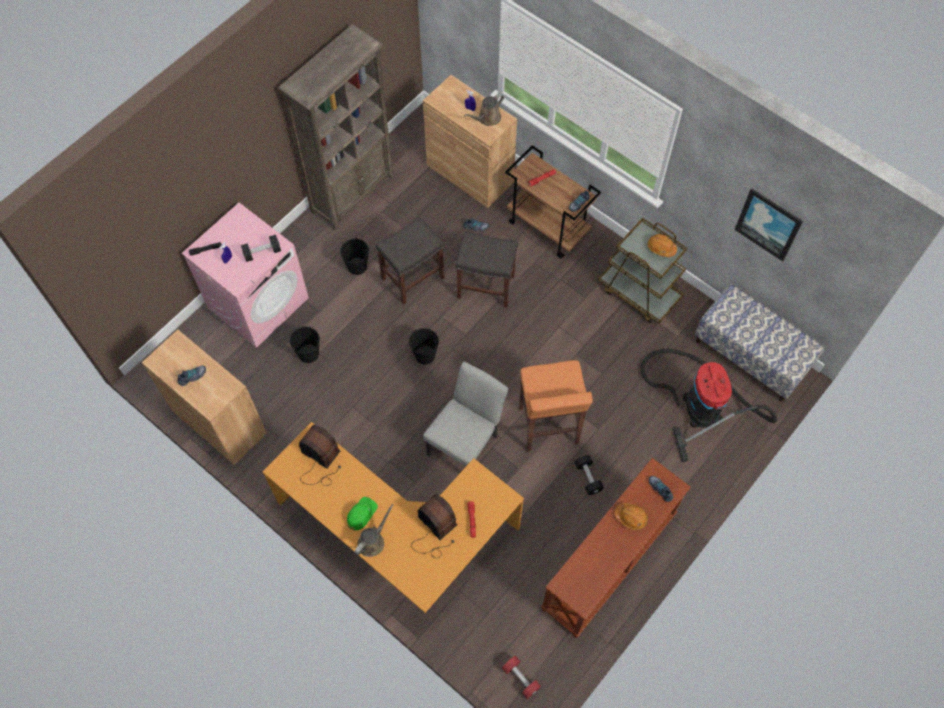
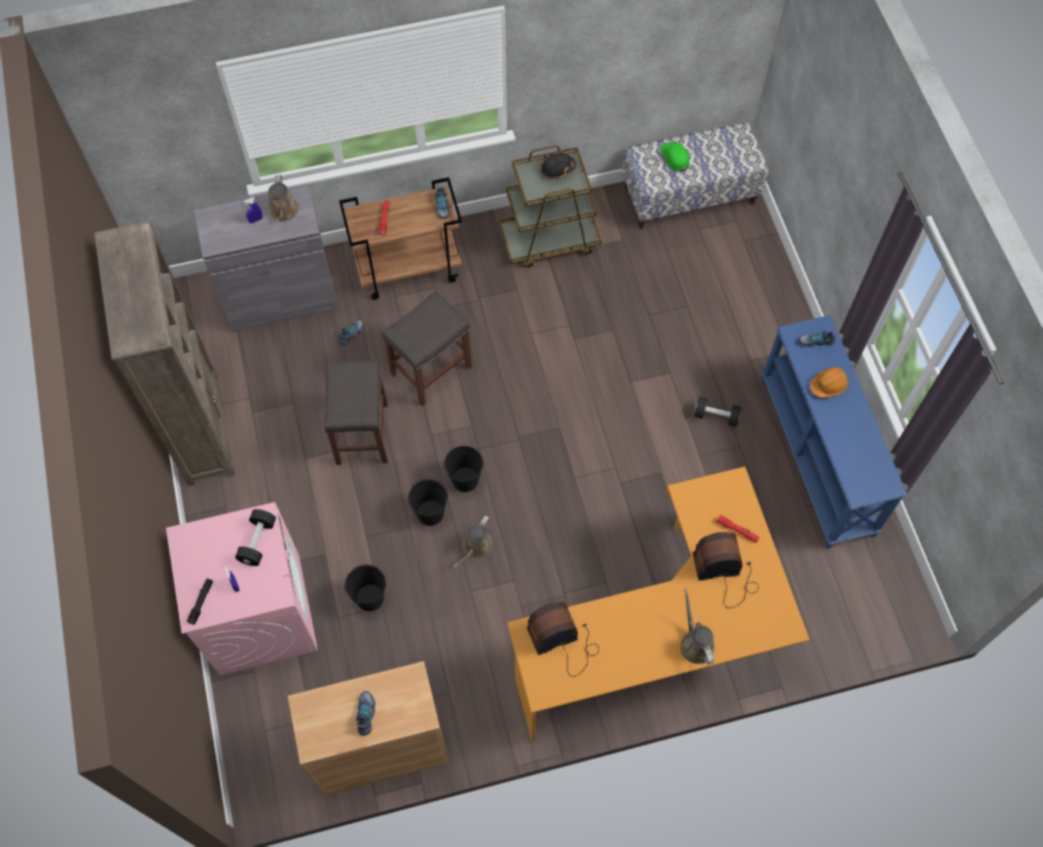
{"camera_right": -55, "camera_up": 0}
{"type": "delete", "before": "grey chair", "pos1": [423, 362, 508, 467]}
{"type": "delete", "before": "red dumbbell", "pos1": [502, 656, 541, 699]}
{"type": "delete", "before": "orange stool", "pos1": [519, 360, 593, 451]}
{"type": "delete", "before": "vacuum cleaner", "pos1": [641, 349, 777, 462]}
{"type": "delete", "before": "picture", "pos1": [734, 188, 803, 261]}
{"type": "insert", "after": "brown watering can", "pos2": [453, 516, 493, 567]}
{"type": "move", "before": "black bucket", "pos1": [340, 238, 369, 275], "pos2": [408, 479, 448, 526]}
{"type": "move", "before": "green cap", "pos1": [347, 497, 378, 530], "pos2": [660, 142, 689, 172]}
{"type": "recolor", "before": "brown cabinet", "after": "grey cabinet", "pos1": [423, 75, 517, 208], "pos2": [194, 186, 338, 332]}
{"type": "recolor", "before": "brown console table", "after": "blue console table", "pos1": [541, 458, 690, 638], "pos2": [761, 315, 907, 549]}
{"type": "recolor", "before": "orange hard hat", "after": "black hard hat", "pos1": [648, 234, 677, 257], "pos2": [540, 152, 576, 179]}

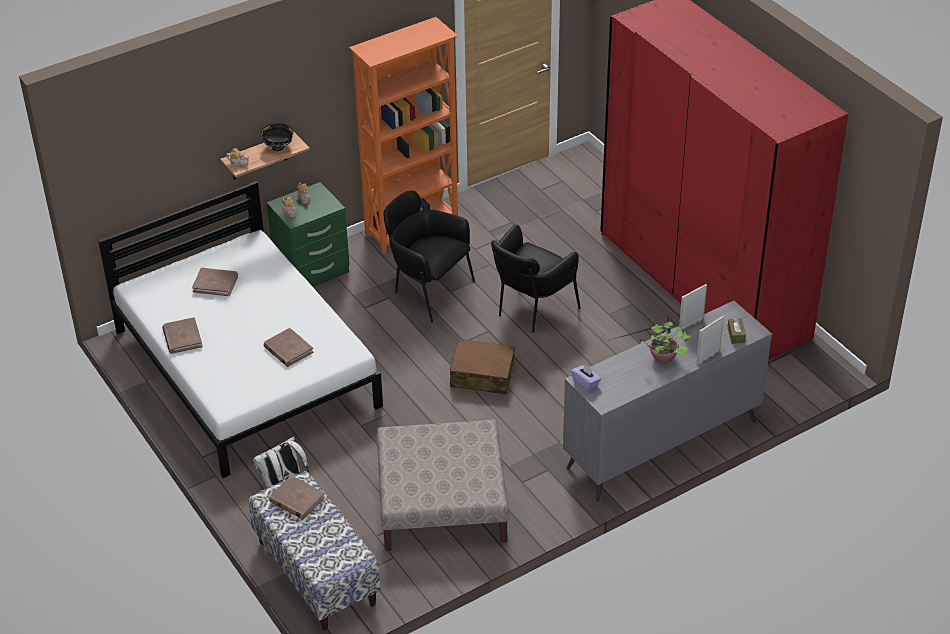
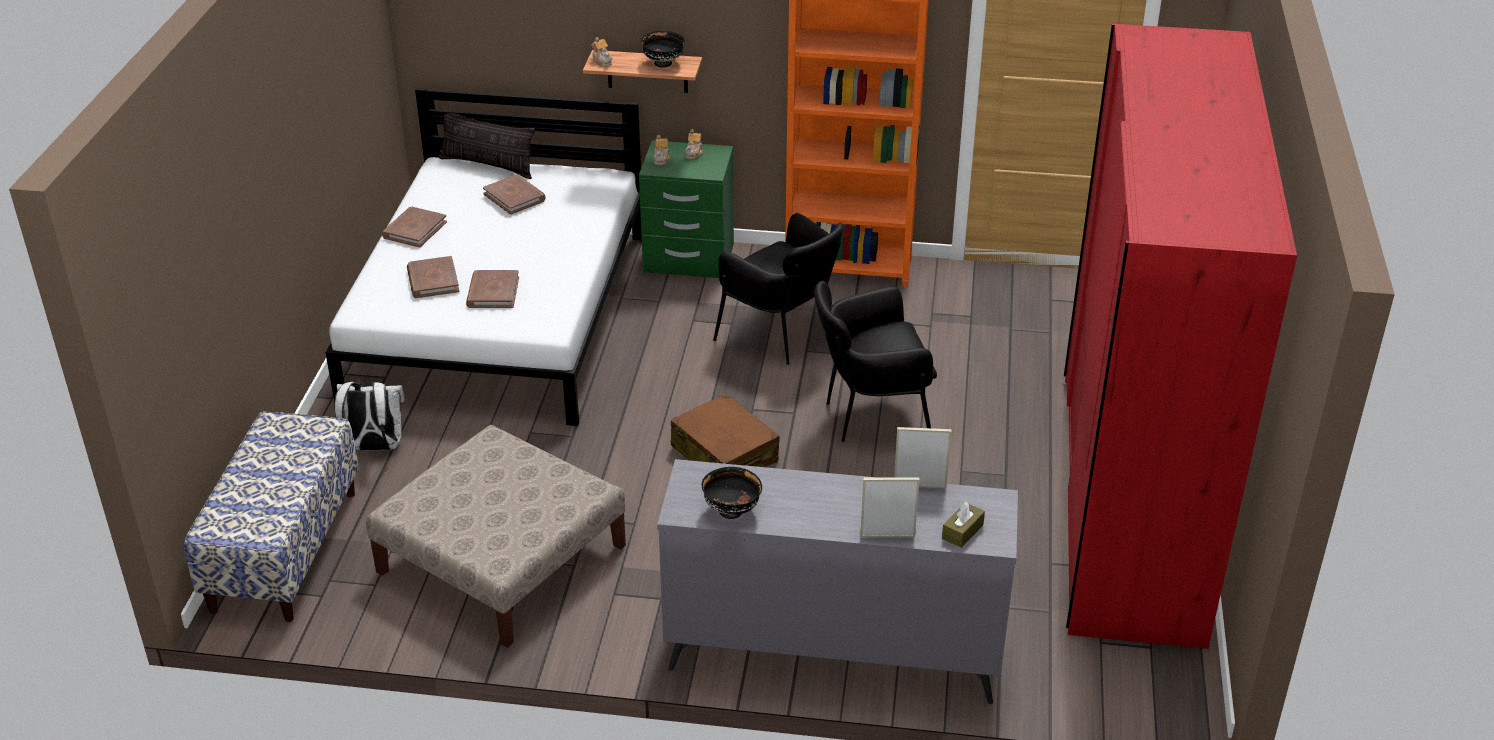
{"camera_right": 40, "camera_up": -5}
{"type": "delete", "before": "purple tissue box", "pos1": [571, 364, 601, 391]}
{"type": "delete", "before": "potted plant", "pos1": [611, 316, 691, 363]}
{"type": "insert", "after": "pillow", "pos2": [439, 109, 535, 179]}
{"type": "insert", "after": "black bowl", "pos2": [702, 467, 762, 519]}
{"type": "move", "before": "brown book", "pos1": [269, 475, 325, 519], "pos2": [407, 256, 459, 298]}
{"type": "rotate", "before": "black armchair", "pos1": [384, 191, 475, 323], "pos2": [713, 213, 843, 365], "turn": 150}

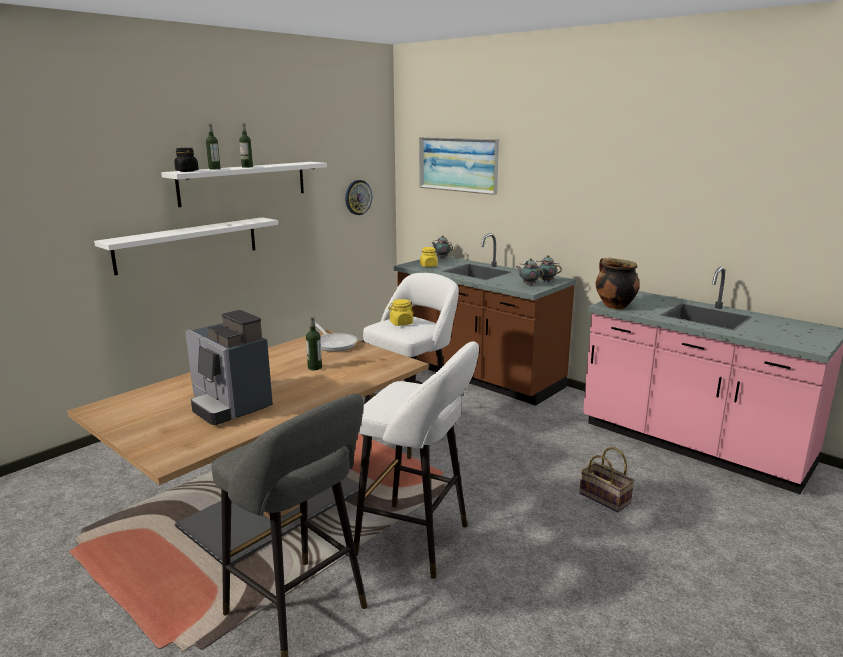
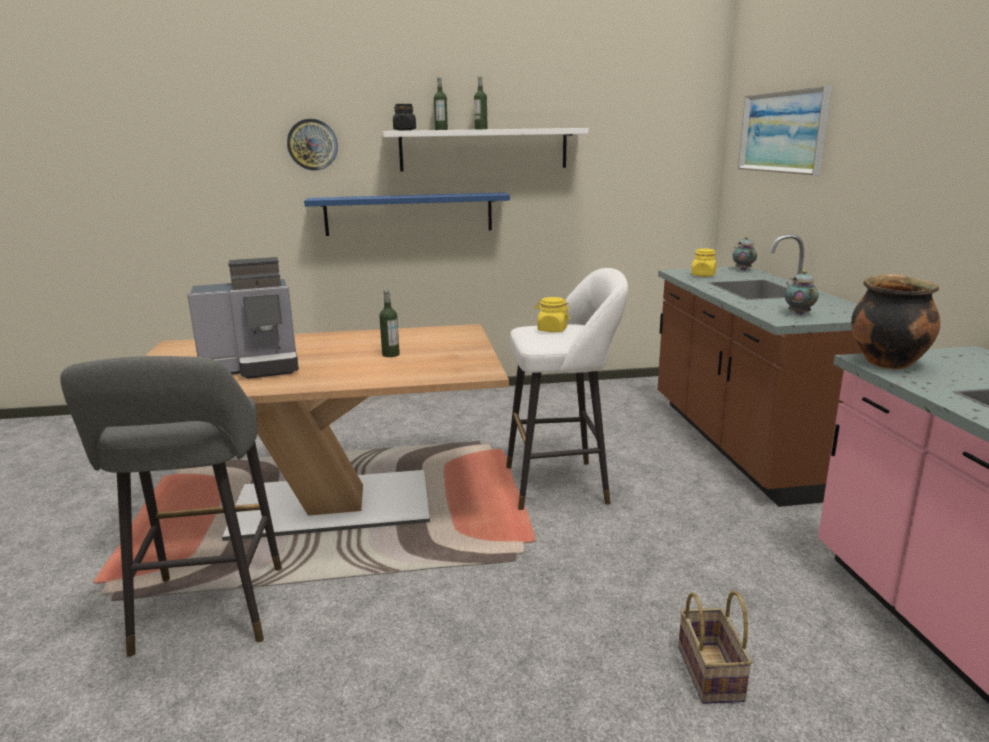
{"camera_right": 40, "camera_up": 0}
{"type": "delete", "before": "frying pan", "pos1": [315, 323, 357, 352]}
{"type": "delete", "before": "white stool", "pos1": [354, 341, 479, 579]}
{"type": "delete", "before": "teapot", "pos1": [536, 255, 562, 282]}
{"type": "move", "before": "wall clock", "pos1": [345, 180, 372, 215], "pos2": [287, 119, 338, 170]}
{"type": "recolor", "before": "white shelf", "after": "blue shelf", "pos1": [94, 217, 279, 275], "pos2": [304, 192, 510, 236]}
{"type": "rotate", "before": "coffee machine", "pos1": [185, 310, 273, 425], "pos2": [187, 257, 299, 379], "turn": -105}

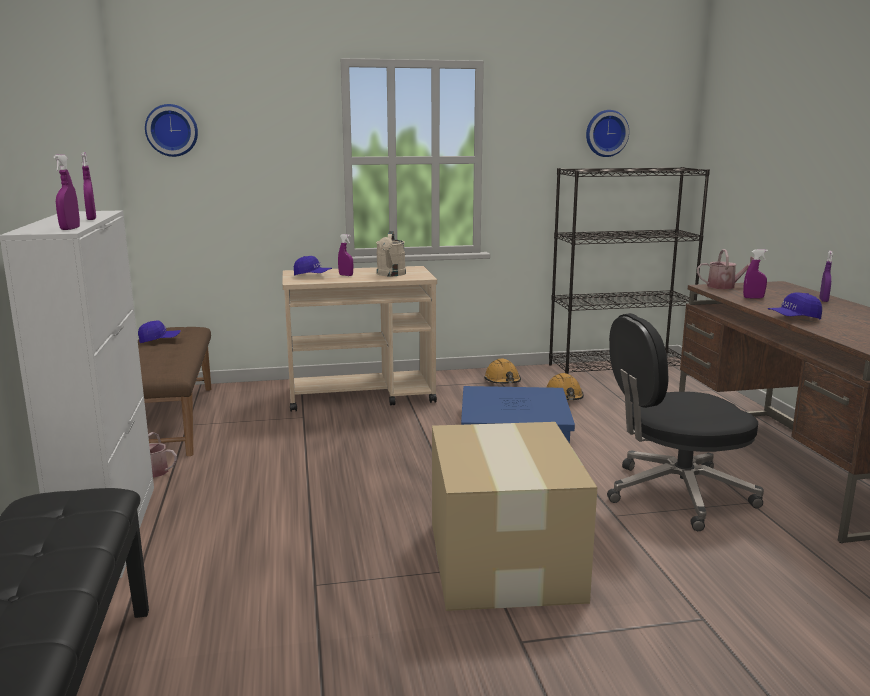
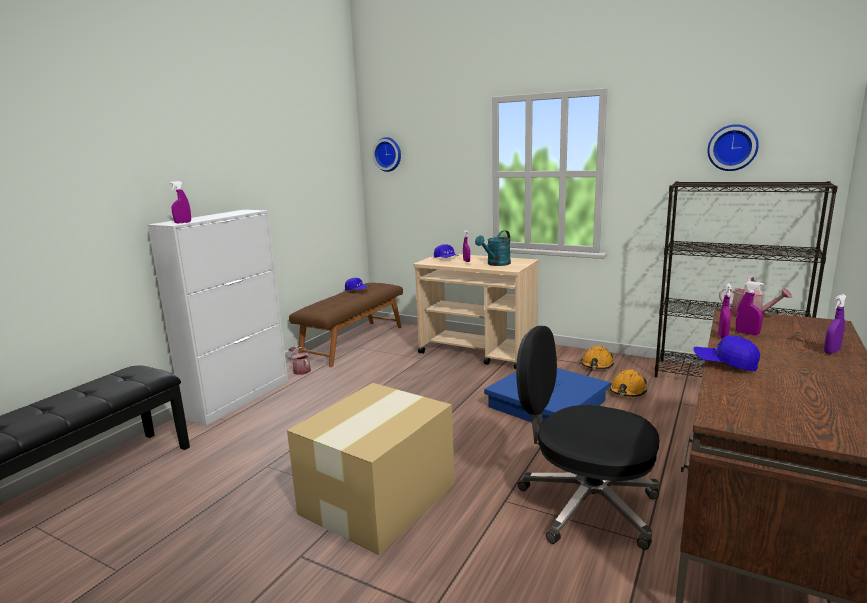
{"camera_right": 40, "camera_up": 0}
{"type": "move", "before": "purple spray bottle", "pos1": [81, 152, 96, 220], "pos2": [718, 284, 732, 339]}
{"type": "recolor", "before": "beige watering can", "after": "turquoise watering can", "pos1": [376, 231, 406, 276], "pos2": [475, 230, 511, 266]}

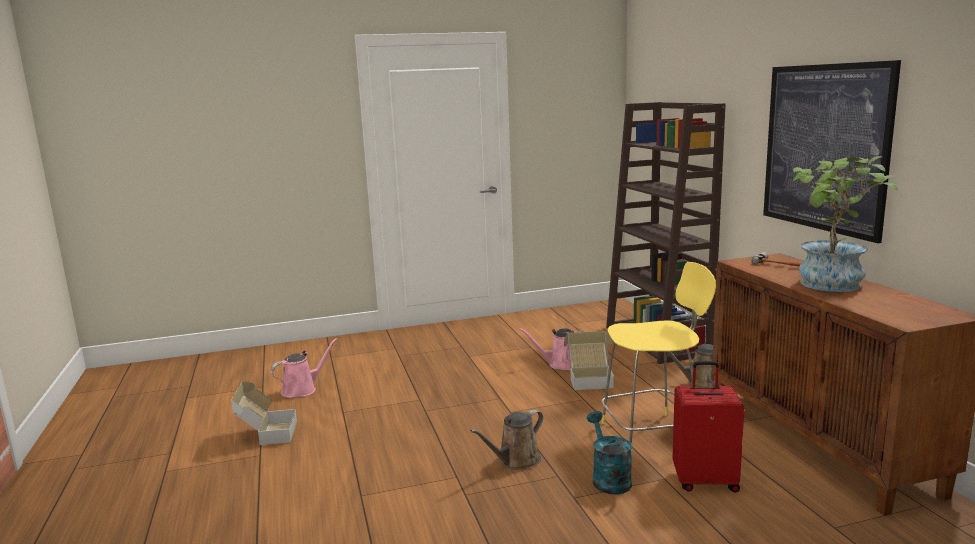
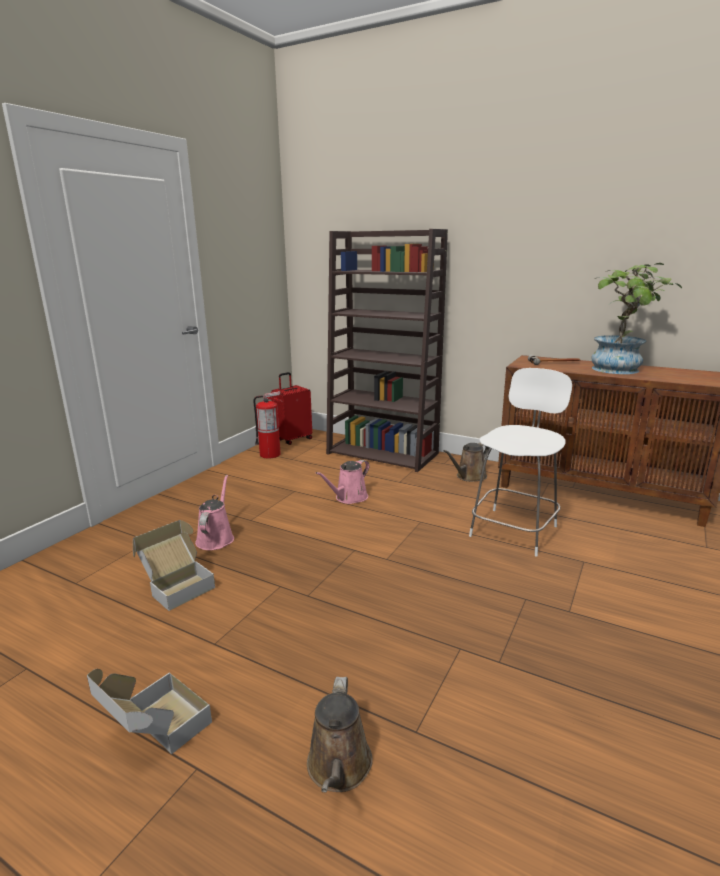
{"camera_right": -45, "camera_up": 5}
{"type": "delete", "before": "turquoise watering can", "pos1": [587, 411, 632, 495]}
{"type": "delete", "before": "picture", "pos1": [763, 60, 901, 243]}
{"type": "insert", "after": "fire extinguisher", "pos2": [253, 391, 283, 459]}
{"type": "move", "before": "pink watering can", "pos1": [270, 338, 338, 398], "pos2": [195, 475, 234, 550]}
{"type": "move", "before": "brown watering can", "pos1": [470, 409, 543, 470], "pos2": [307, 677, 373, 793]}
{"type": "move", "before": "cardboard box", "pos1": [564, 331, 614, 390], "pos2": [133, 520, 215, 611]}
{"type": "move", "before": "red suitcase", "pos1": [672, 361, 744, 492], "pos2": [271, 372, 312, 445]}
{"type": "recolor", "before": "yellow stool", "after": "white stool", "pos1": [601, 262, 716, 452], "pos2": [469, 368, 572, 556]}

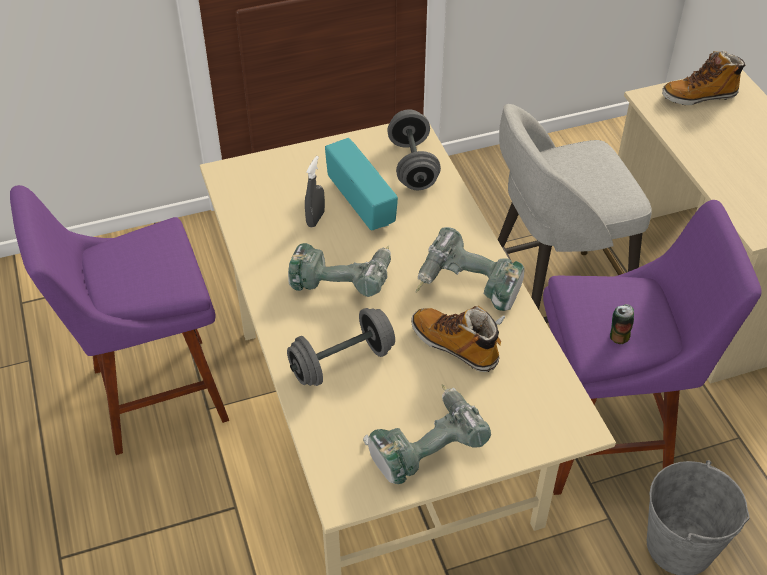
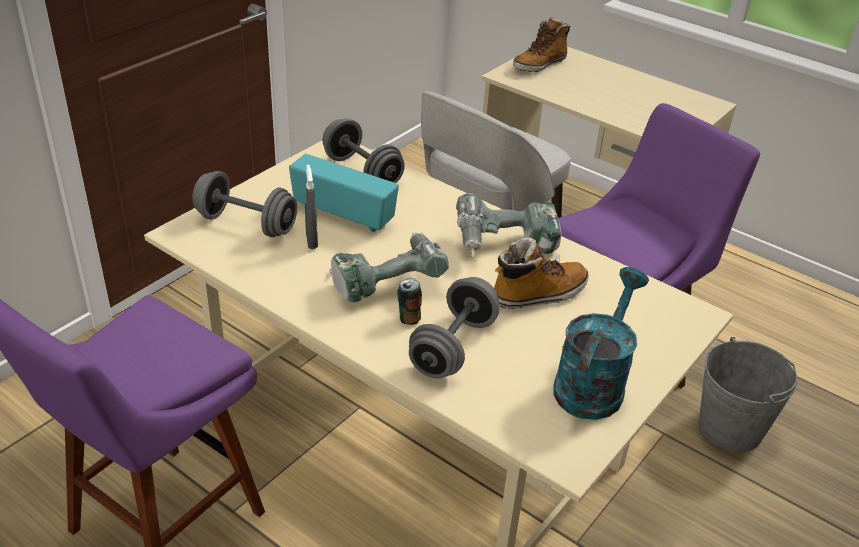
{"camera_right": -35, "camera_up": -10}
{"type": "insert", "after": "grey dumbbell", "pos2": [192, 171, 297, 237]}
{"type": "move", "before": "can", "pos1": [610, 304, 634, 344], "pos2": [397, 278, 422, 325]}
{"type": "replace", "before": "power drill", "after": "turquoise watering can", "pos1": [363, 384, 491, 484], "pos2": [554, 267, 649, 420]}
{"type": "rotate", "before": "boot", "pos1": [411, 306, 501, 372], "pos2": [494, 237, 589, 309], "turn": 150}

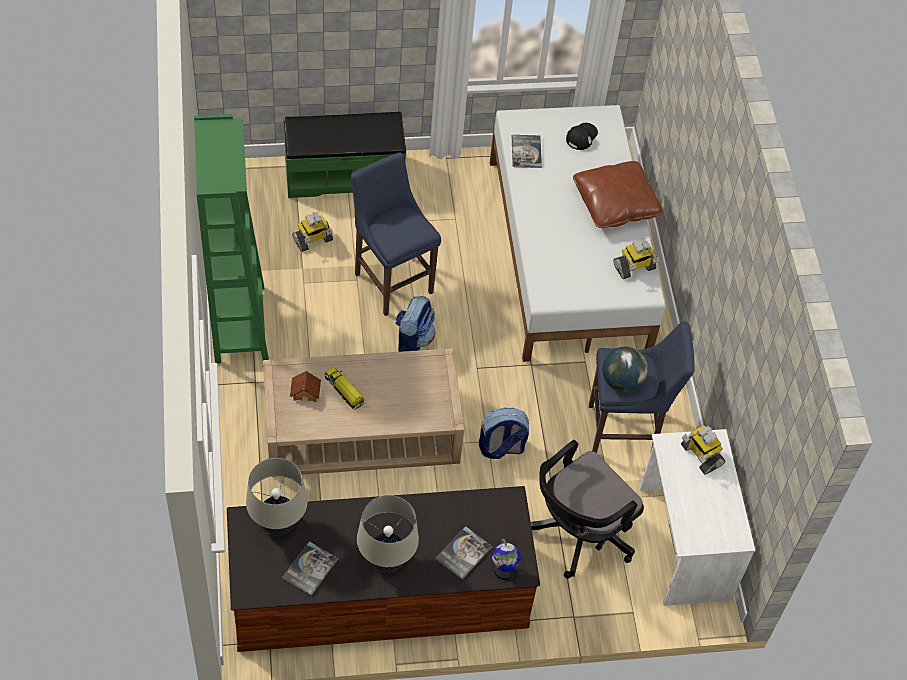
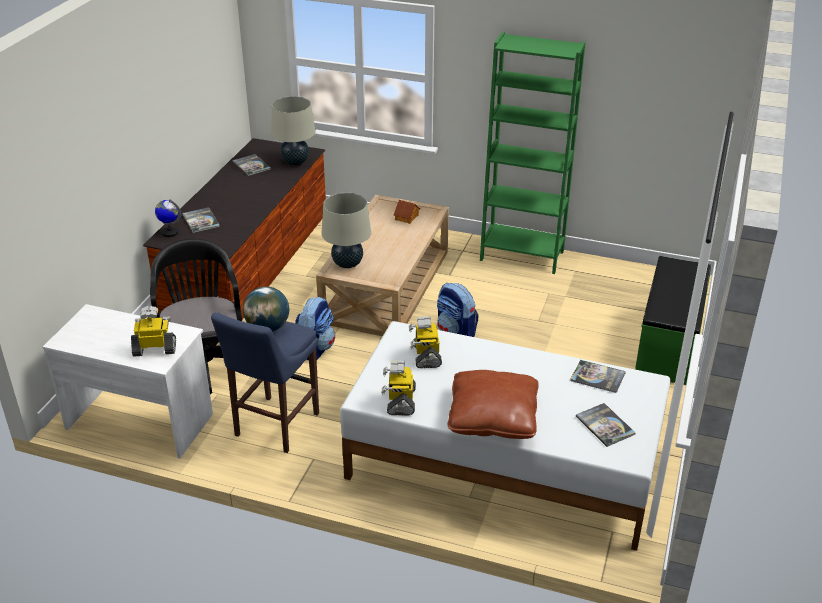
{"camera_right": 120, "camera_up": -20}
{"type": "delete", "before": "toy truck", "pos1": [325, 367, 365, 410]}
{"type": "delete", "before": "blue stool", "pos1": [351, 153, 441, 316]}
{"type": "move", "before": "toy robot", "pos1": [292, 212, 333, 252], "pos2": [409, 316, 442, 368]}
{"type": "move", "before": "beige table lamp", "pos1": [357, 495, 419, 573], "pos2": [321, 192, 371, 268]}
{"type": "replace", "before": "black cap", "after": "book", "pos1": [566, 123, 598, 150], "pos2": [576, 403, 636, 447]}

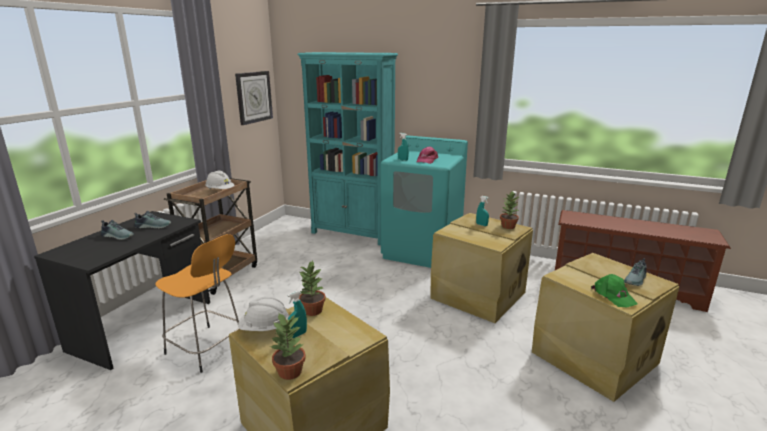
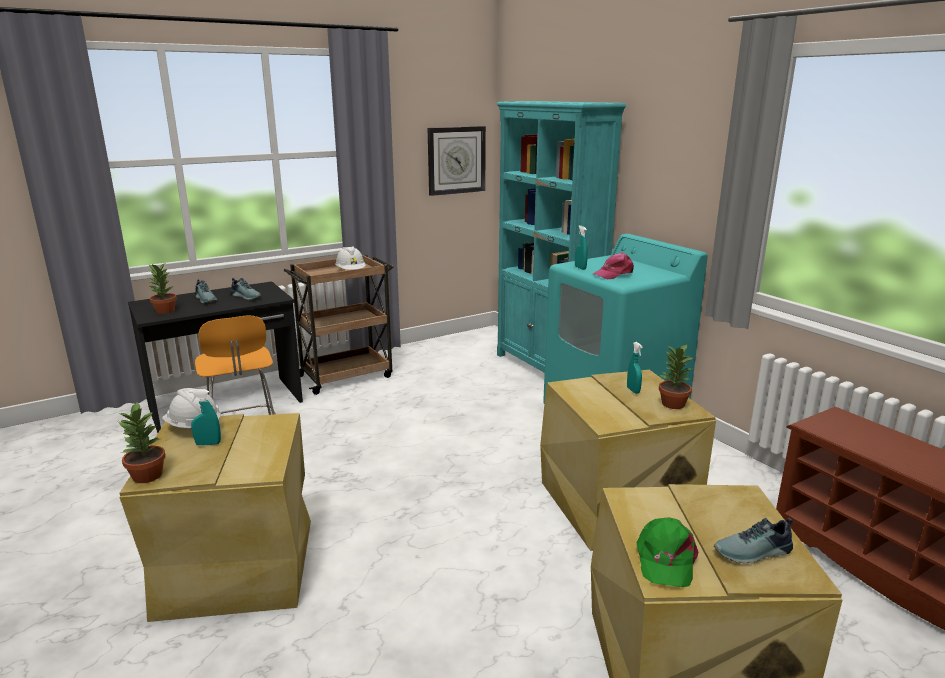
{"camera_right": 35, "camera_up": 0}
{"type": "move", "before": "potted plant", "pos1": [299, 260, 326, 316], "pos2": [147, 262, 177, 314]}

